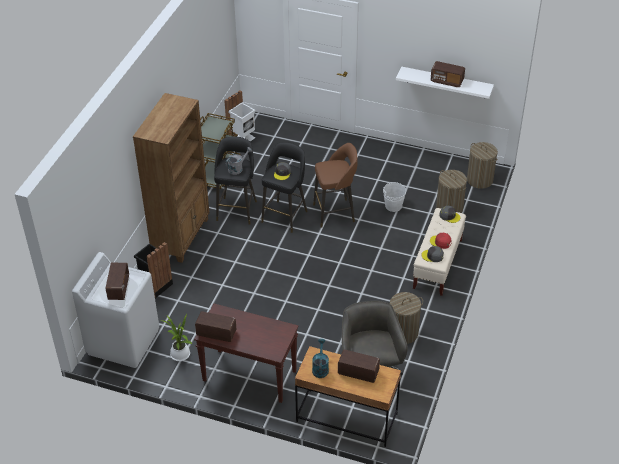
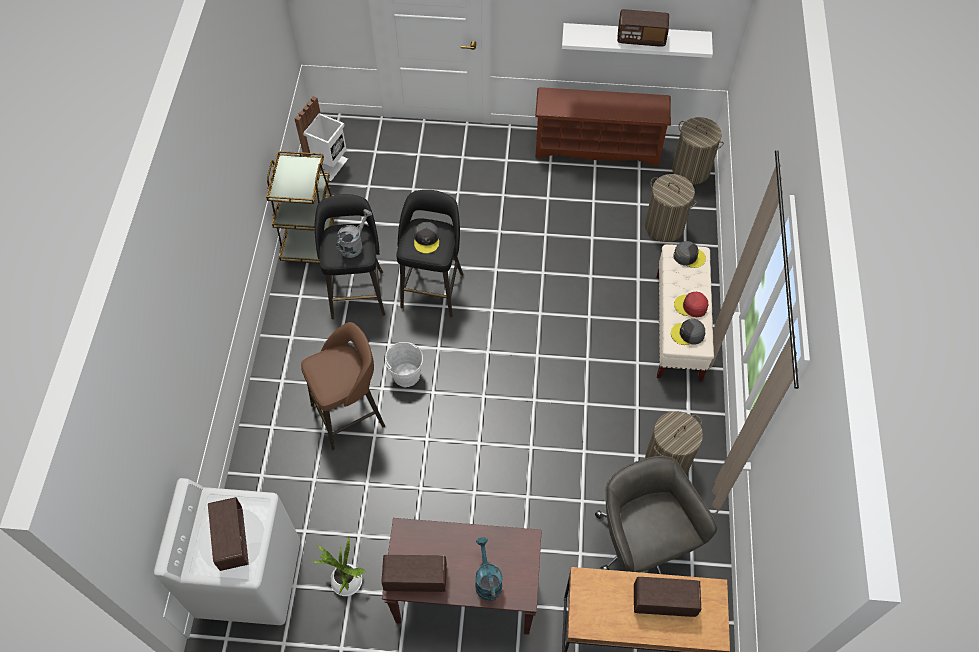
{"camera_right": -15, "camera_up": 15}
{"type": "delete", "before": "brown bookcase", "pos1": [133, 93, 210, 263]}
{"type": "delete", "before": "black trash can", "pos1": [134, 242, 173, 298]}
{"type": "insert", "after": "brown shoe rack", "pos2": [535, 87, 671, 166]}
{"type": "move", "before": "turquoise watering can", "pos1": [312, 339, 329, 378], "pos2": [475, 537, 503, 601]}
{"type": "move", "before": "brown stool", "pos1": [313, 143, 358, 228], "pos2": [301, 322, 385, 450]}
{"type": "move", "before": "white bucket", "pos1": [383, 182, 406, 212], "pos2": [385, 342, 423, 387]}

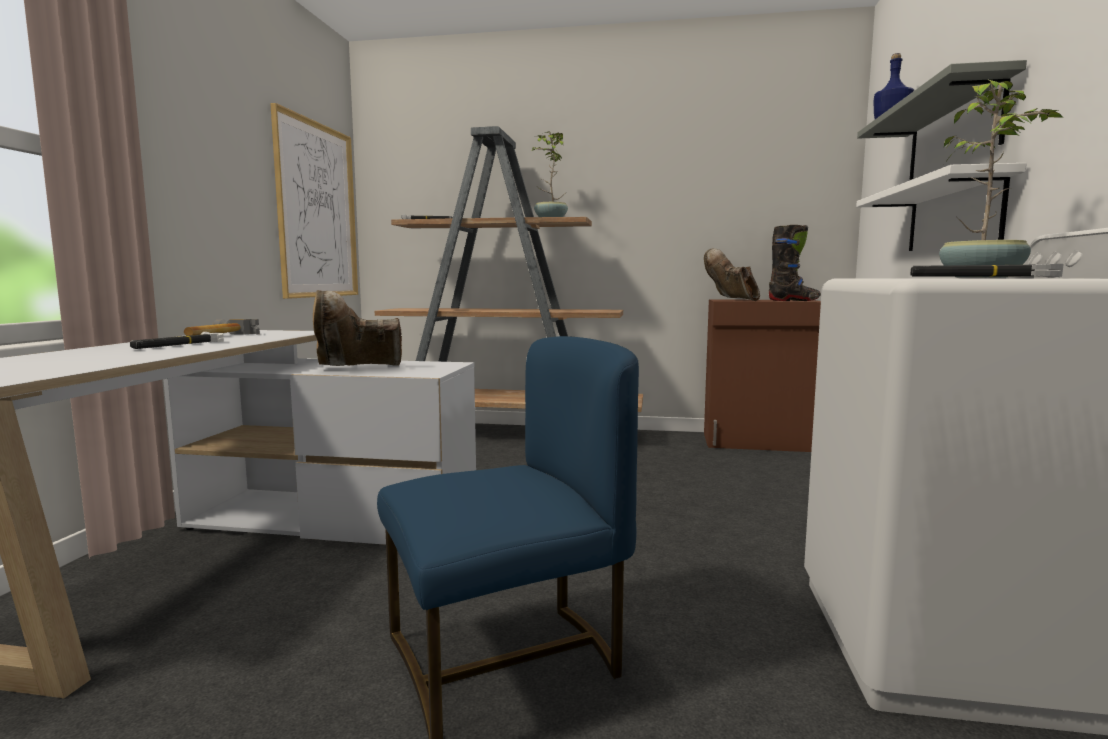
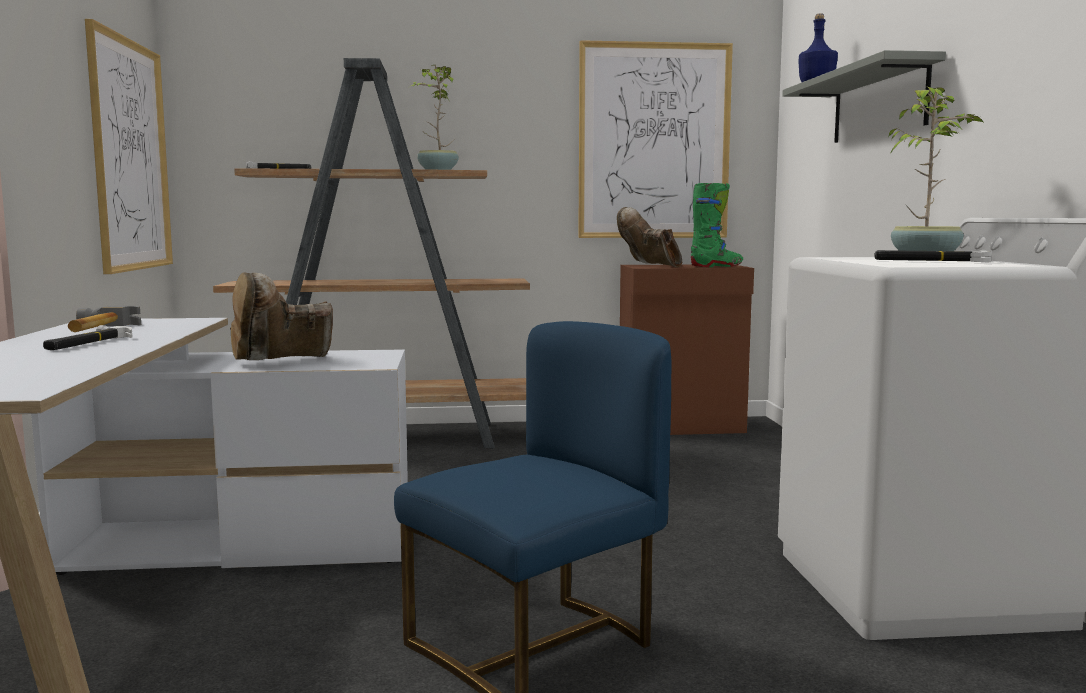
{"camera_right": -15, "camera_up": 0}
{"type": "delete", "before": "white shelf", "pos1": [856, 163, 1027, 251]}
{"type": "insert", "after": "picture", "pos2": [578, 40, 733, 238]}
{"type": "recolor", "before": "black boot", "after": "green boot", "pos1": [769, 225, 821, 301], "pos2": [691, 183, 743, 267]}

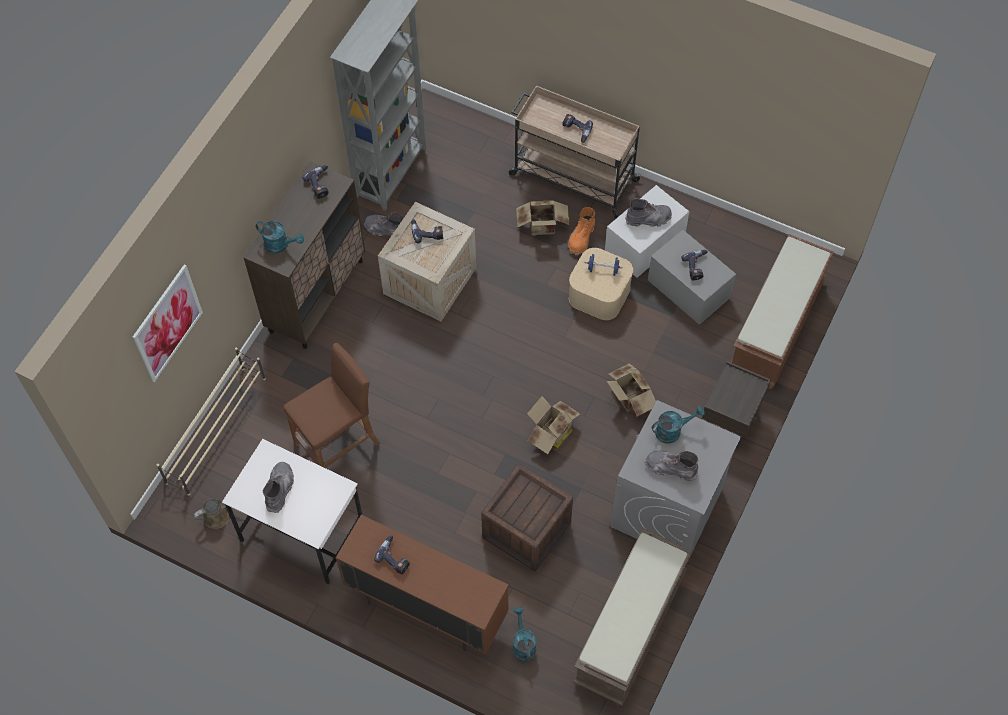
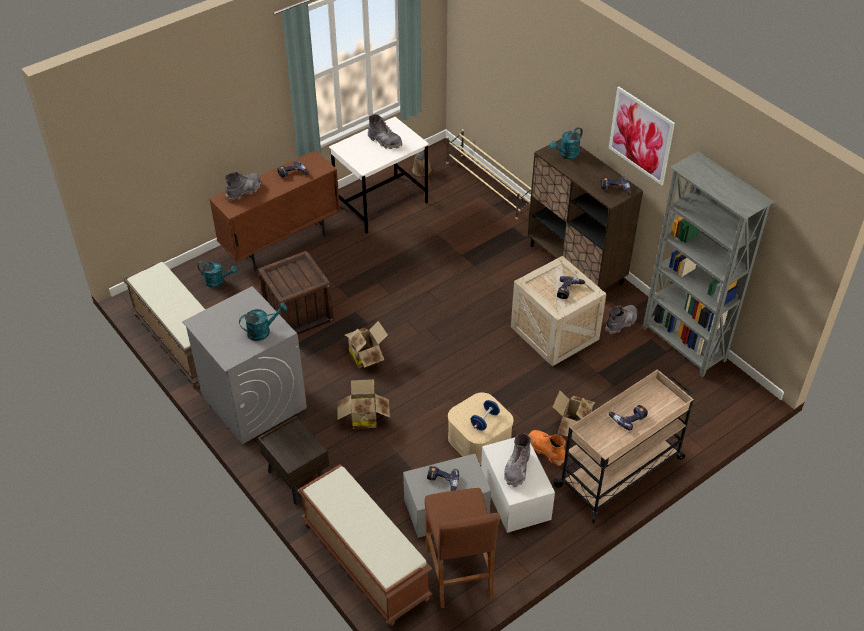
{"camera_right": 115, "camera_up": -15}
{"type": "move", "before": "picture", "pos1": [133, 264, 203, 382], "pos2": [609, 86, 675, 185]}
{"type": "move", "before": "brown stool", "pos1": [284, 343, 381, 468], "pos2": [424, 488, 500, 608]}
{"type": "move", "before": "grey boot", "pos1": [645, 451, 698, 481], "pos2": [225, 172, 261, 201]}
{"type": "rotate", "before": "turquoise watering can", "pos1": [652, 406, 705, 444], "pos2": [239, 302, 288, 341], "turn": -120}

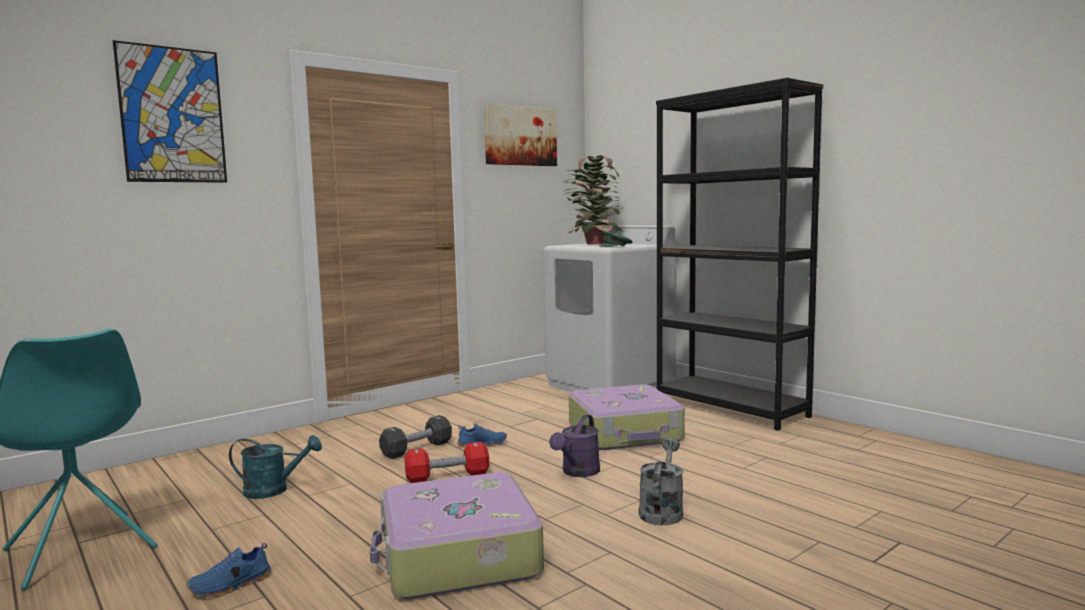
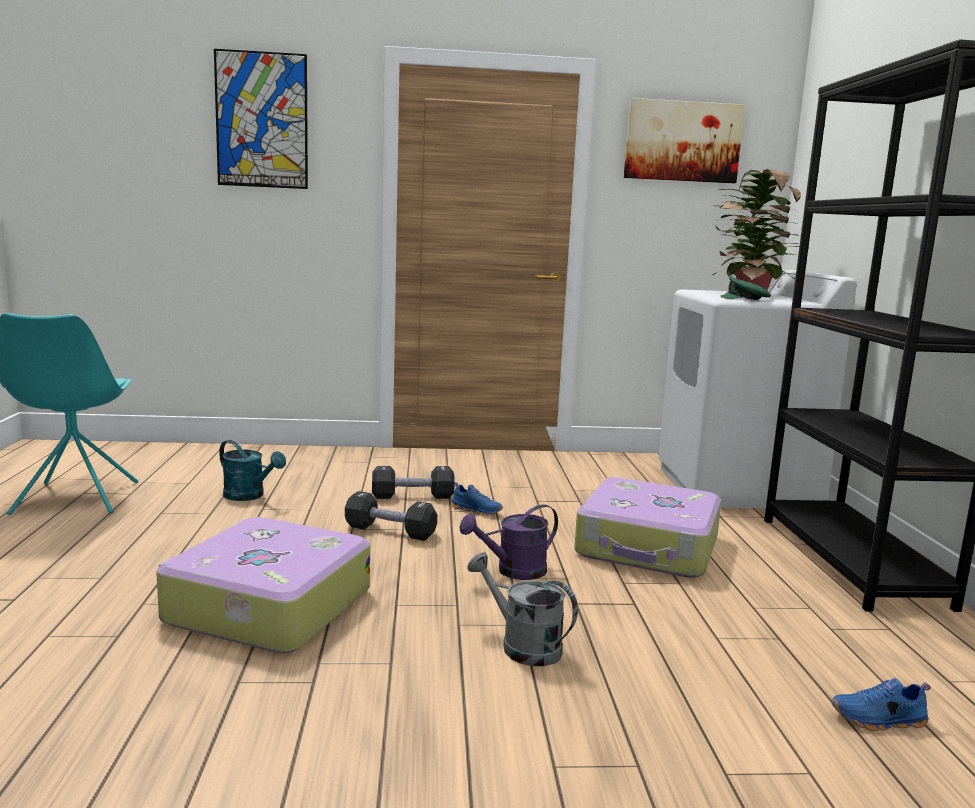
{"camera_right": 35, "camera_up": 5}
{"type": "move", "before": "blue shoe", "pos1": [186, 543, 271, 597], "pos2": [832, 678, 931, 731]}
{"type": "recolor", "before": "red dumbbell", "after": "black dumbbell", "pos1": [405, 442, 489, 483], "pos2": [345, 491, 437, 541]}
{"type": "rotate", "before": "grey watering can", "pos1": [639, 437, 684, 525], "pos2": [467, 552, 578, 666], "turn": -105}

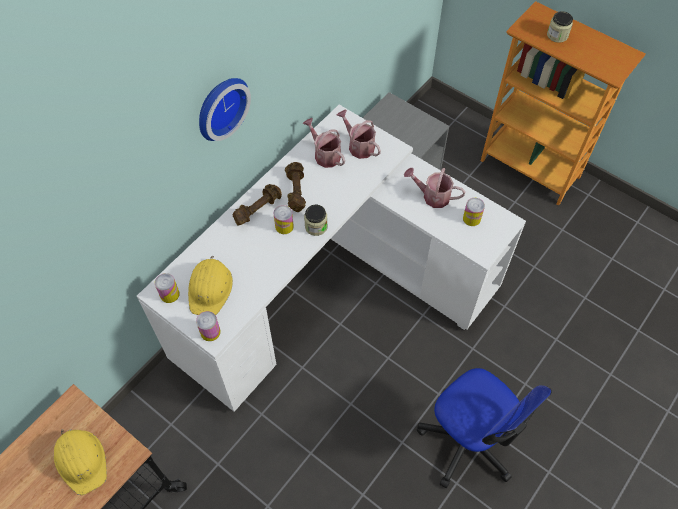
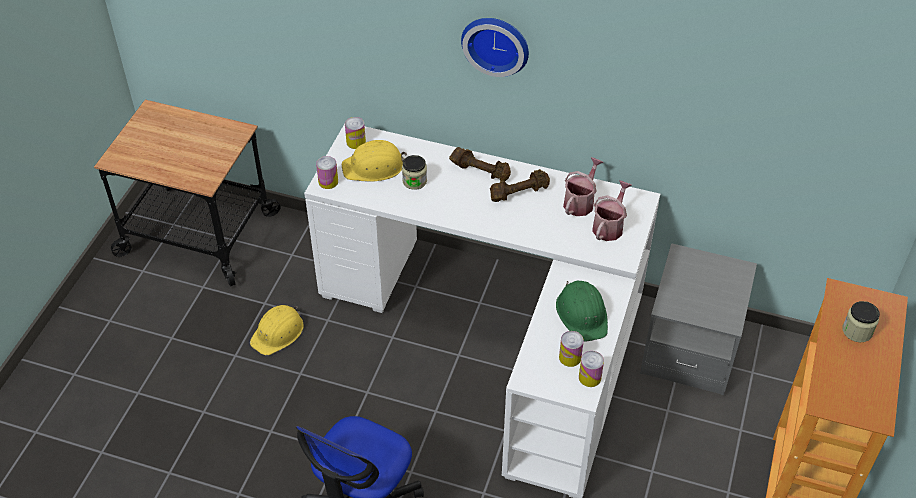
{"camera_right": 70, "camera_up": -10}
{"type": "move", "before": "yellow hard hat", "pos1": [54, 429, 107, 495], "pos2": [250, 305, 304, 355]}
{"type": "move", "before": "can", "pos1": [274, 205, 294, 234], "pos2": [579, 351, 604, 387]}
{"type": "move", "before": "jar", "pos1": [304, 205, 328, 236], "pos2": [402, 155, 427, 190]}
{"type": "replace", "before": "watering can", "after": "green hard hat", "pos1": [404, 168, 465, 208], "pos2": [556, 281, 608, 342]}

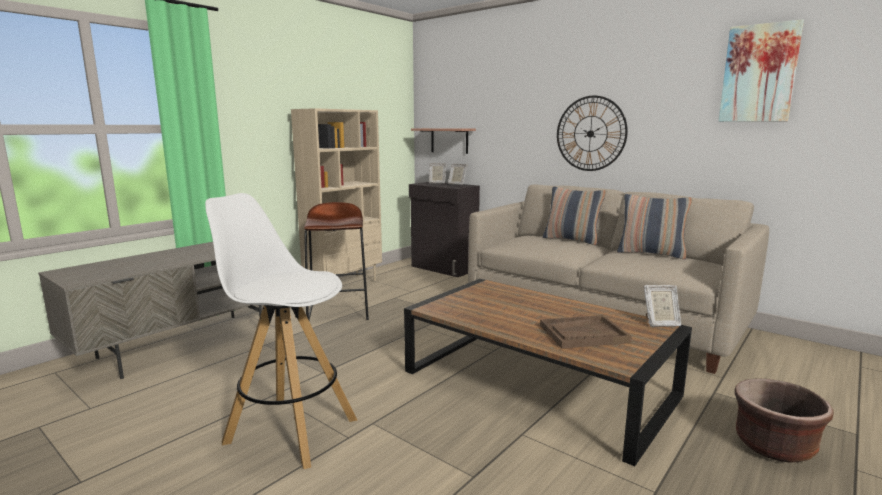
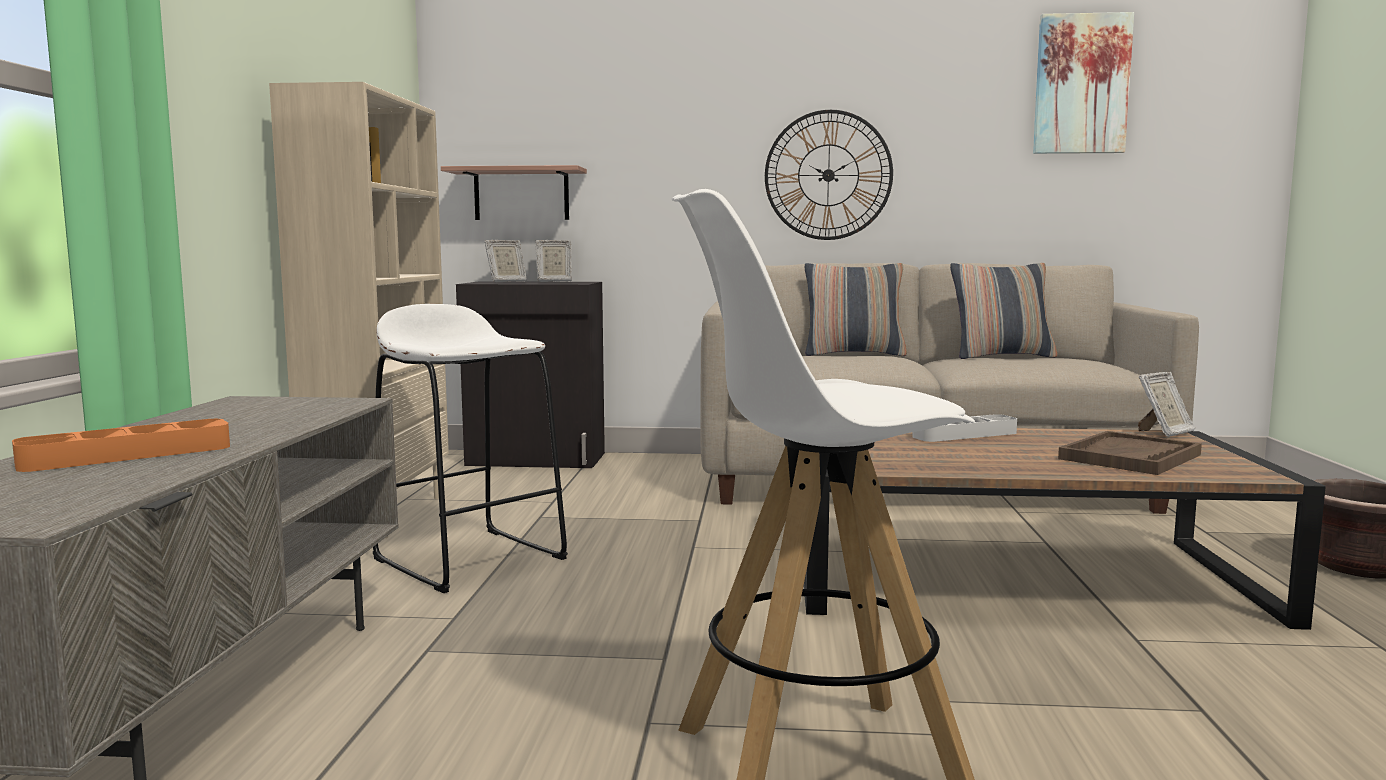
{"camera_right": -35, "camera_up": -5}
{"type": "insert", "after": "orange tray", "pos2": [12, 419, 230, 472]}
{"type": "insert", "after": "grey tray", "pos2": [912, 414, 1017, 442]}
{"type": "recolor", "before": "brown stool", "after": "white stool", "pos1": [304, 202, 369, 322], "pos2": [373, 304, 568, 593]}

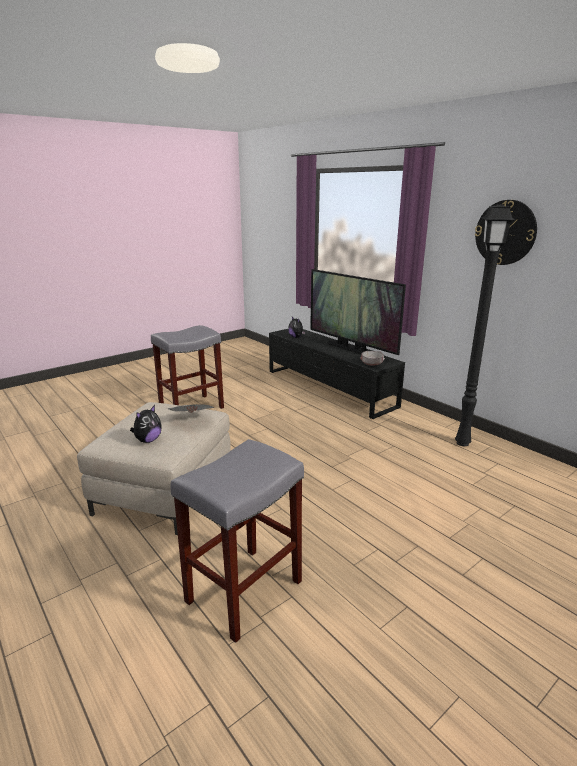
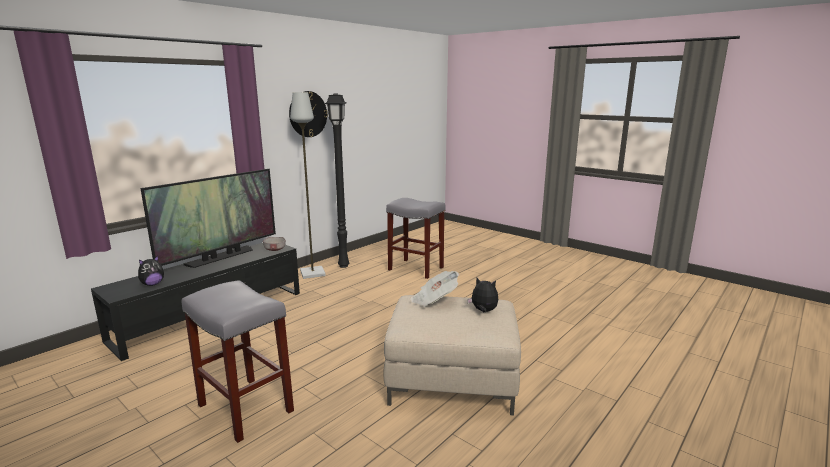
{"camera_right": -100, "camera_up": -5}
{"type": "insert", "after": "grey floor lamp", "pos2": [290, 92, 326, 279]}
{"type": "move", "before": "grey stool", "pos1": [170, 439, 304, 643], "pos2": [386, 198, 446, 279]}

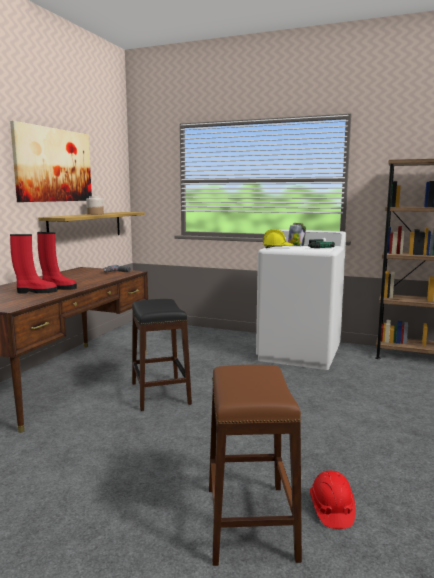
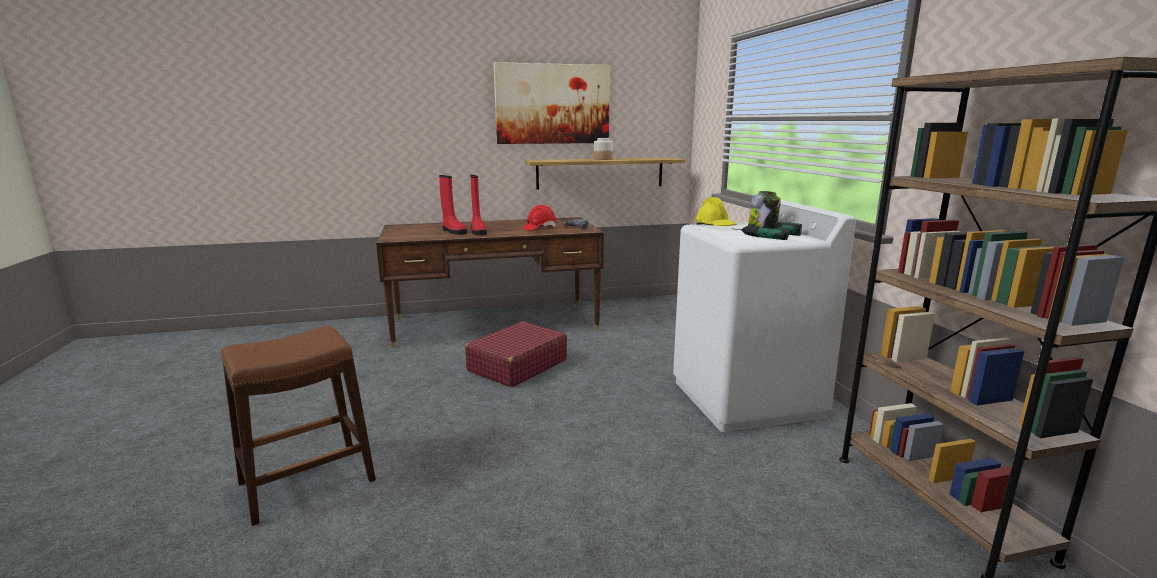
{"camera_right": 55, "camera_up": 5}
{"type": "move", "before": "red hard hat", "pos1": [310, 471, 355, 529], "pos2": [523, 205, 557, 231]}
{"type": "replace", "before": "black stool", "after": "red suitcase", "pos1": [132, 299, 192, 411], "pos2": [465, 321, 567, 387]}

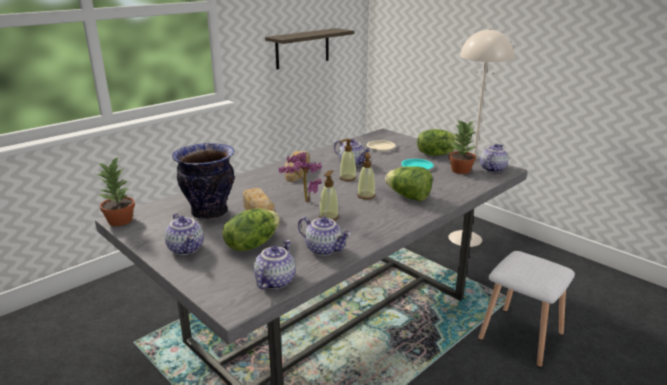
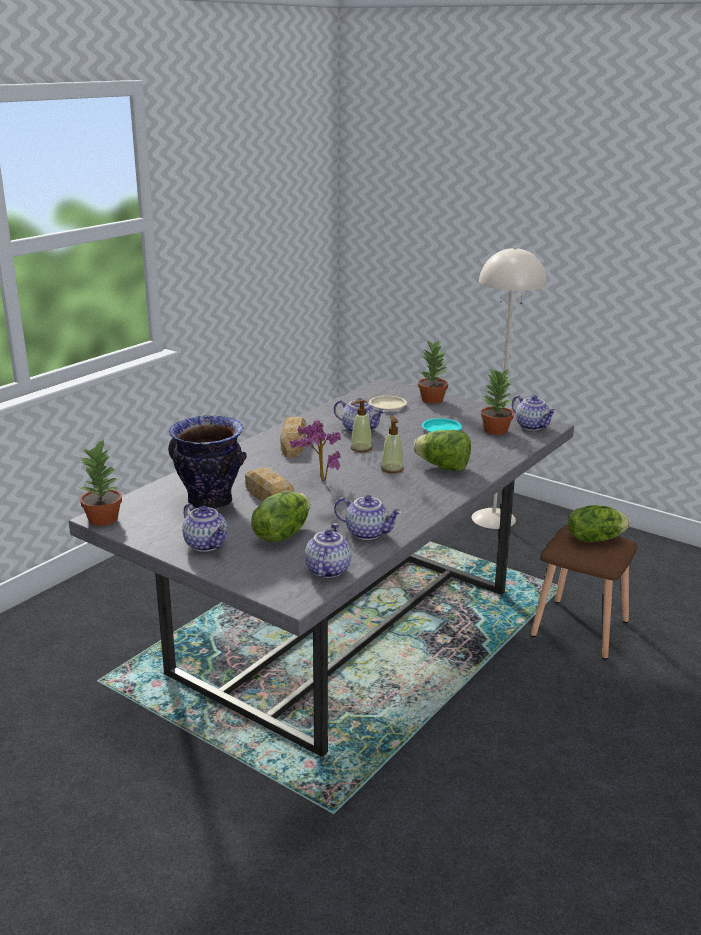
{"camera_right": -10, "camera_up": 0}
{"type": "delete", "before": "shelf", "pos1": [265, 28, 354, 69]}
{"type": "delete", "before": "soap dispenser", "pos1": [319, 170, 339, 221]}
{"type": "insert", "after": "potted plant", "pos2": [418, 339, 449, 404]}
{"type": "move", "before": "lettuce", "pos1": [417, 129, 462, 155], "pos2": [568, 505, 630, 542]}
{"type": "recolor", "before": "white stool", "after": "brown stool", "pos1": [478, 251, 575, 368], "pos2": [531, 525, 638, 659]}
{"type": "rotate", "before": "teapot", "pos1": [480, 144, 508, 173], "pos2": [512, 395, 556, 431], "turn": 120}

